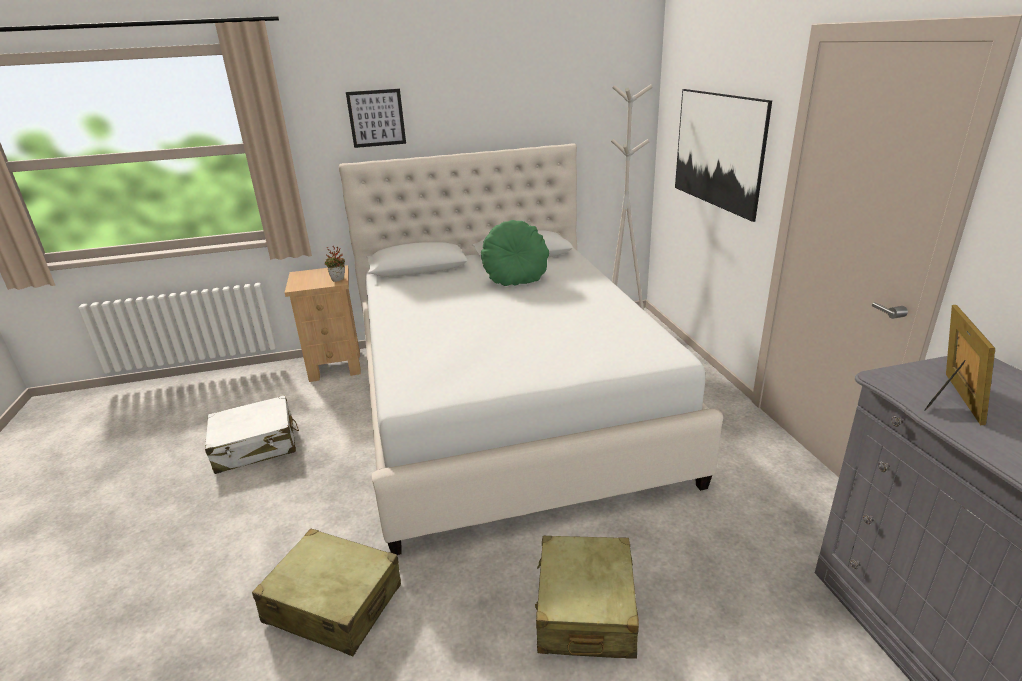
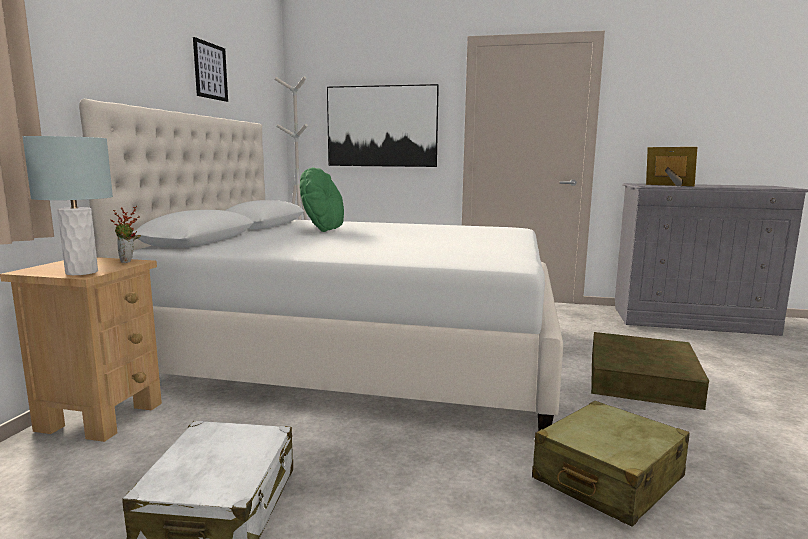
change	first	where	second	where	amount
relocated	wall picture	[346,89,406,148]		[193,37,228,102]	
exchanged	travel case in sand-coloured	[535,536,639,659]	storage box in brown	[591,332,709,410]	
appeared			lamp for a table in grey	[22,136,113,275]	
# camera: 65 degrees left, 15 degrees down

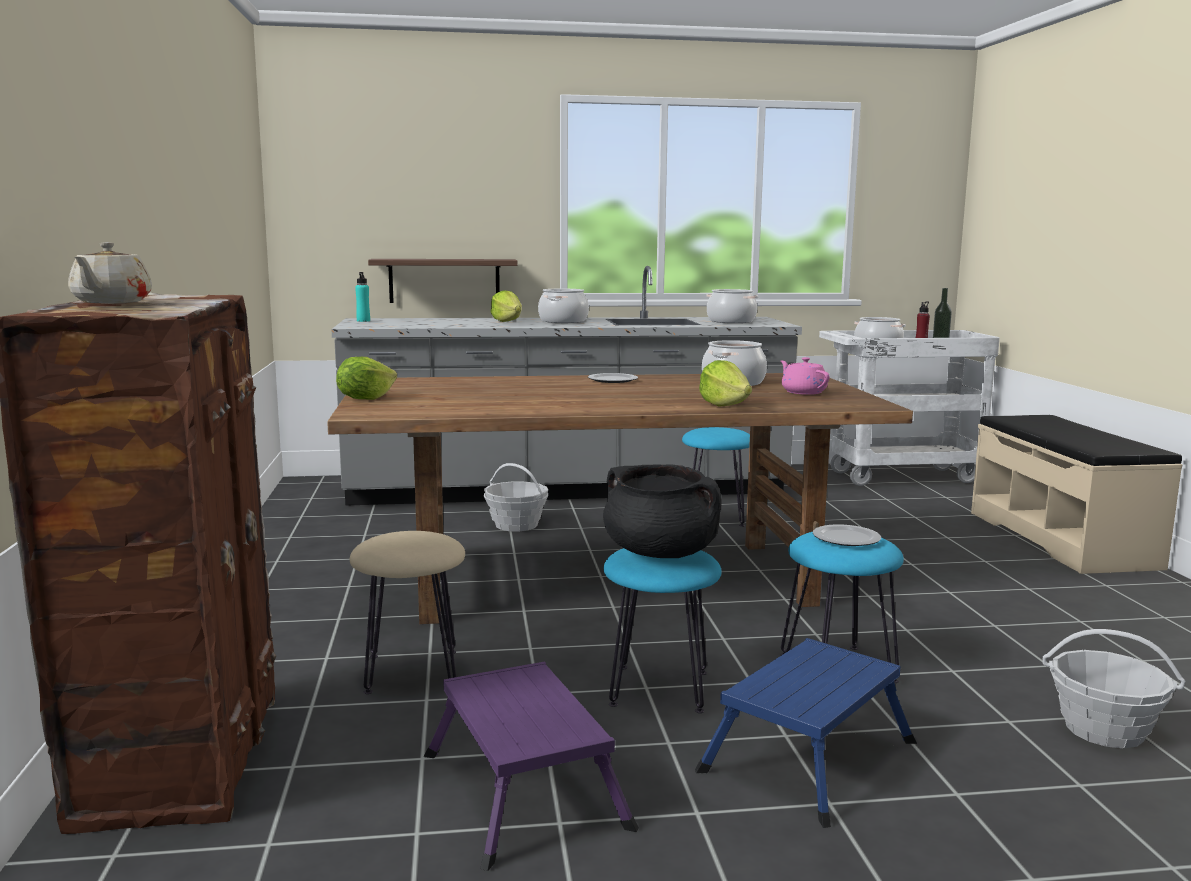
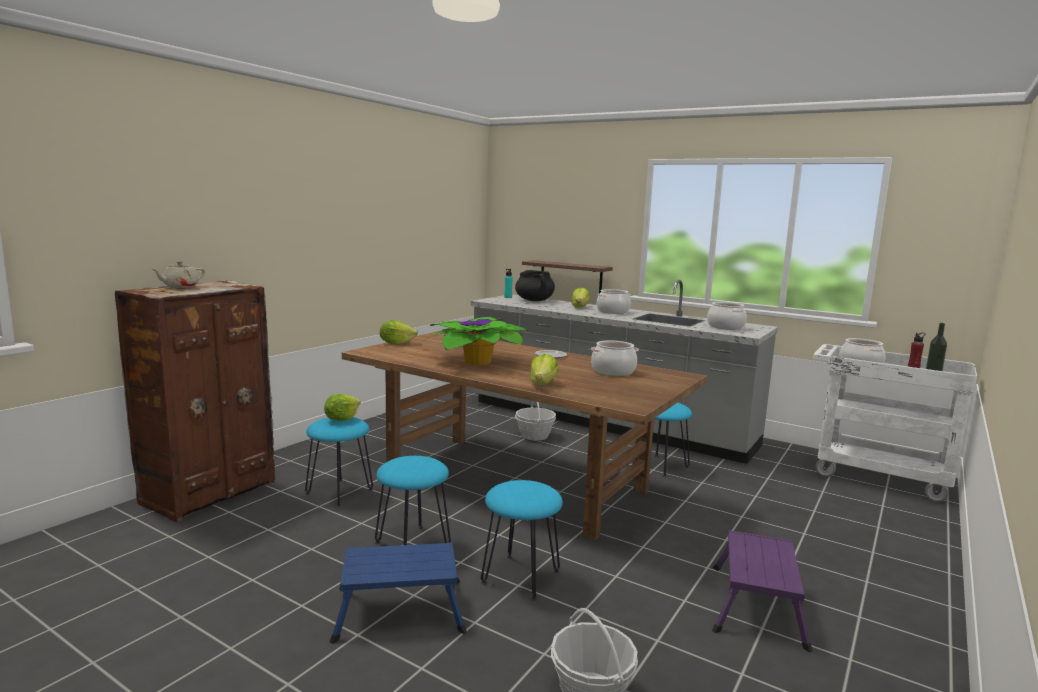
change	first	where	second	where	amount
missing	pot for tea in pink	[781,357,830,395]			
missing	long seat in sand-coloured	[971,415,1182,574]			
relocated	stockpot in black-coloured	[603,464,721,558]		[515,270,555,301]	
missing	flat dish	[813,524,881,546]			
colour	sitting stool in sand-coloured	[350,531,465,694]	sitting stool in turquoise	[305,417,373,506]	
relocated	step stool in purple	[424,662,639,871]		[712,530,813,653]	
appeared			potted plant	[430,317,529,365]	
appeared			lettuce	[324,394,360,421]	
# camera: 40 degrees right, 0 degrees up

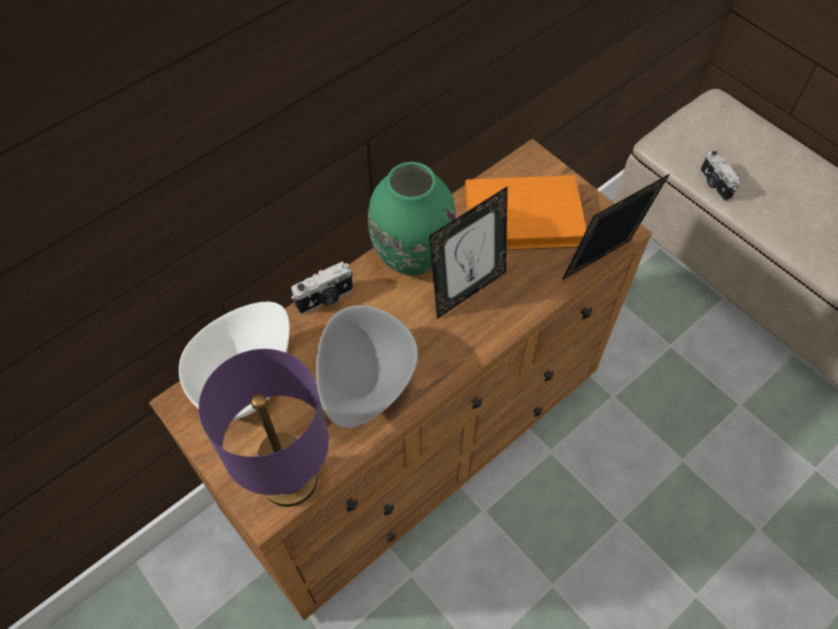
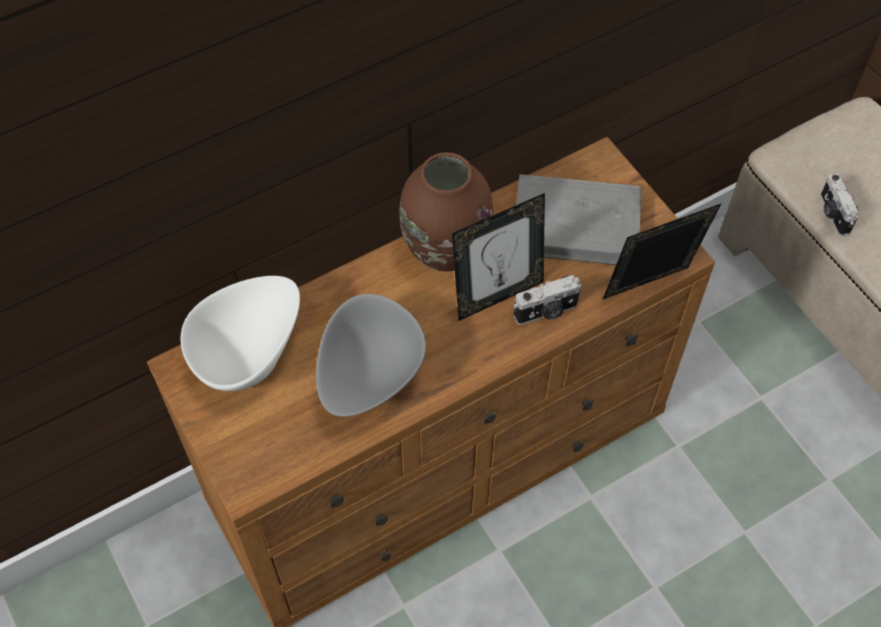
change	first	where	second	where	amount
colour	flower vase in green	[368,162,456,276]	flower vase in brown	[399,152,493,271]	
colour	book in orange	[465,175,586,250]	book in grey	[516,174,642,265]	
relocated	still camera	[291,261,353,314]		[513,275,582,325]	
missing	lamp for a table in purple	[199,349,329,507]			
# camera: 10 degrees right, 0 degrees up

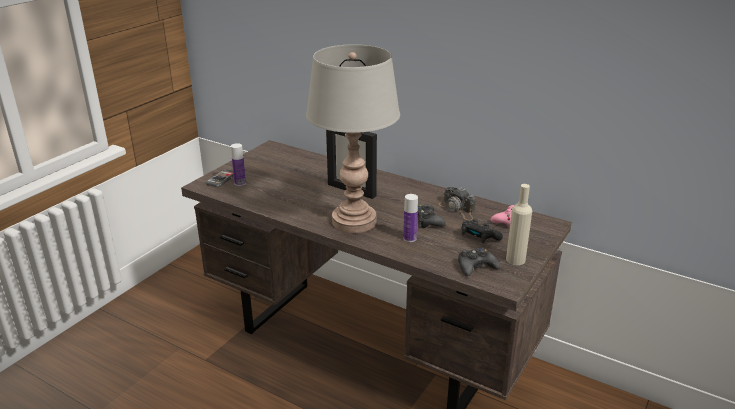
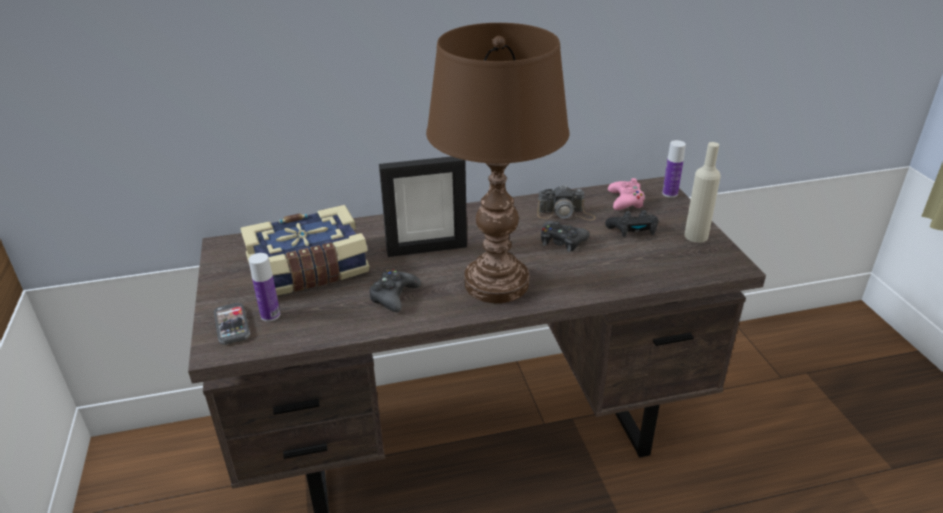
change	first	where	second	where	amount
colour	lamp for a table in grey	[306,45,400,233]	lamp for a table in brown	[426,23,569,303]	
relocated	beverage bottle	[403,194,418,242]		[662,140,686,198]	
relocated	joypad in black-coloured	[458,247,500,276]		[369,270,421,312]	
appeared			book	[240,205,370,295]	
# camera: 45 degrees left, 5 degrees up

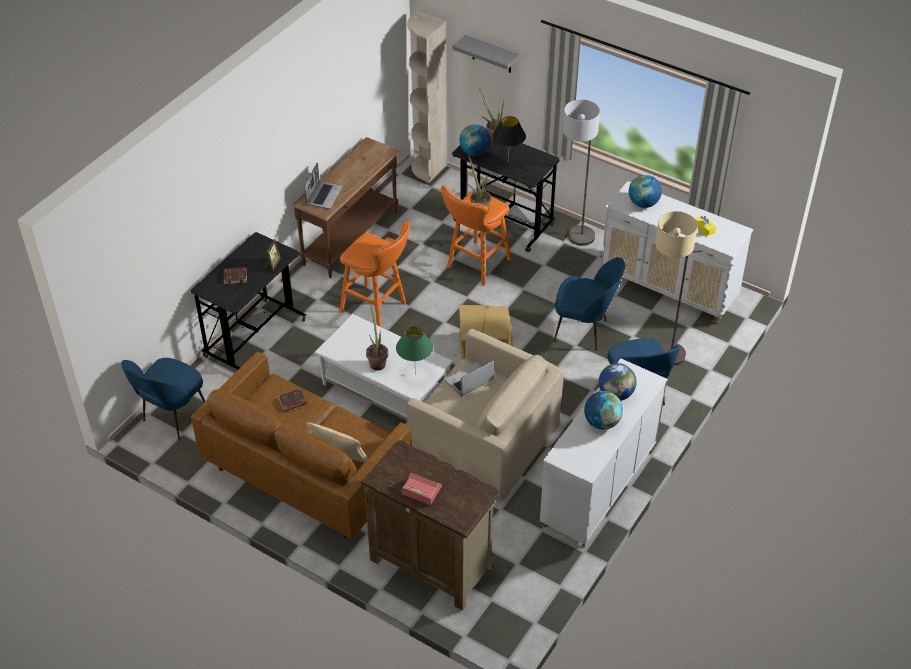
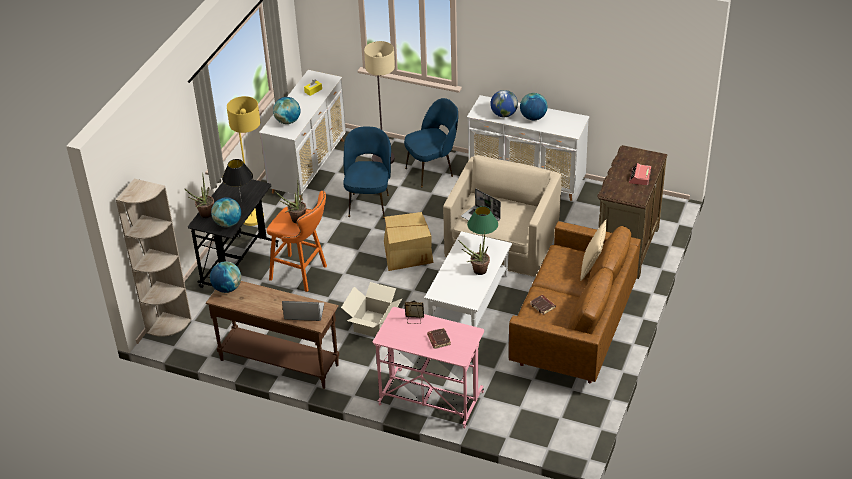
change	first	where	second	where	amount
missing	shelf in grey	[452,35,520,73]			
colour	standing lamp in grey	[563,100,601,246]	standing lamp in yellow-coloured	[227,96,264,226]	
exchanged	sitting stool in orange	[339,221,410,327]	packing box	[341,282,402,337]	
colour	desk in black-coloured	[191,232,306,370]	desk in pink	[373,307,484,428]	
missing	plain chair in blue-coloured	[121,358,205,439]			
appeared			world globe	[210,261,241,293]	
# camera: 100 degrees left, 5 degrees down

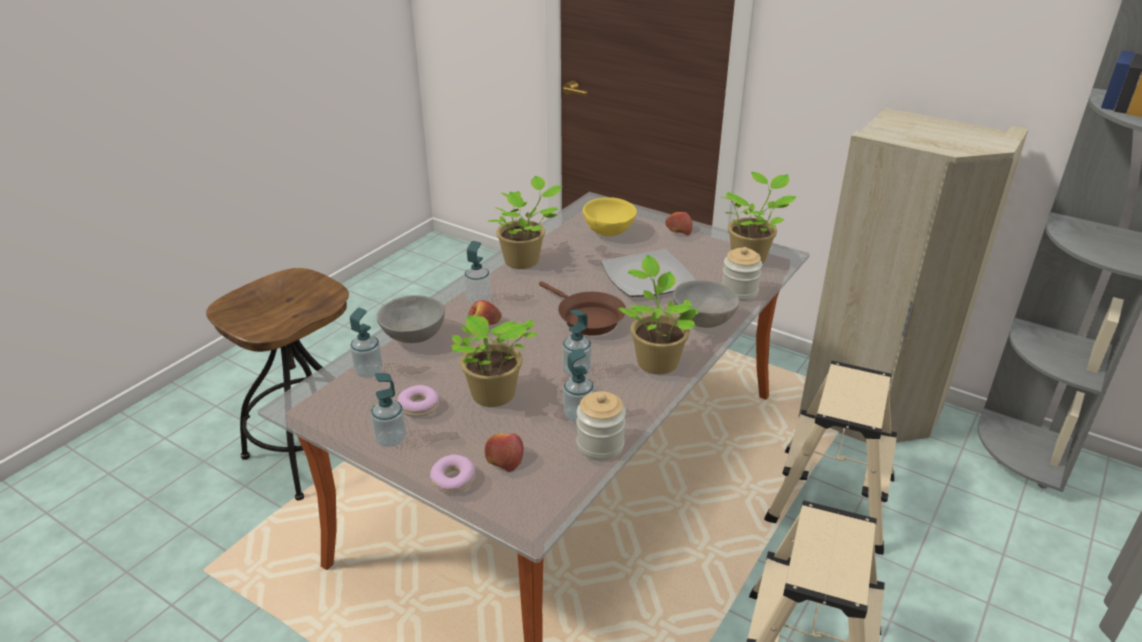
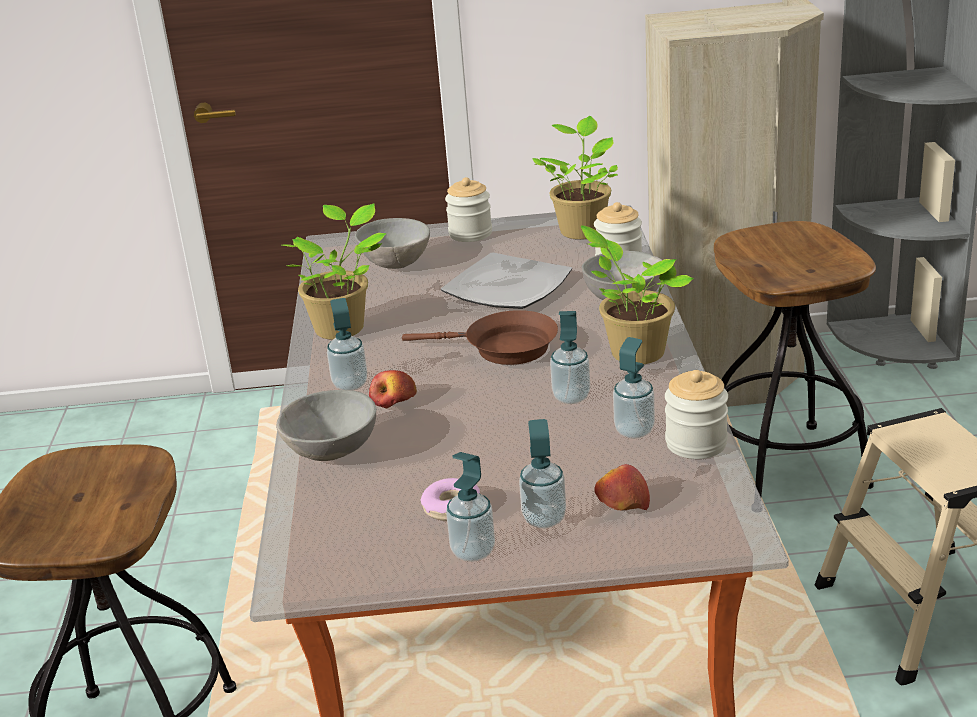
change	first	where	second	where	amount
colour	deep dish in yellow-coloured	[583,197,637,236]	deep dish in grey	[355,218,430,269]	
exchanged	whole apple	[665,212,692,236]	storage jar	[445,177,492,242]	
relocated	soap bottle	[350,308,383,378]		[519,419,566,528]	
missing	potted plant	[451,315,538,407]			
exchanged	step stool in sand-coloured	[764,360,898,555]	sitting stool in brown	[714,221,876,497]	
missing	doughnut	[430,455,475,493]			
# camera: 35 degrees left, 5 degrees down

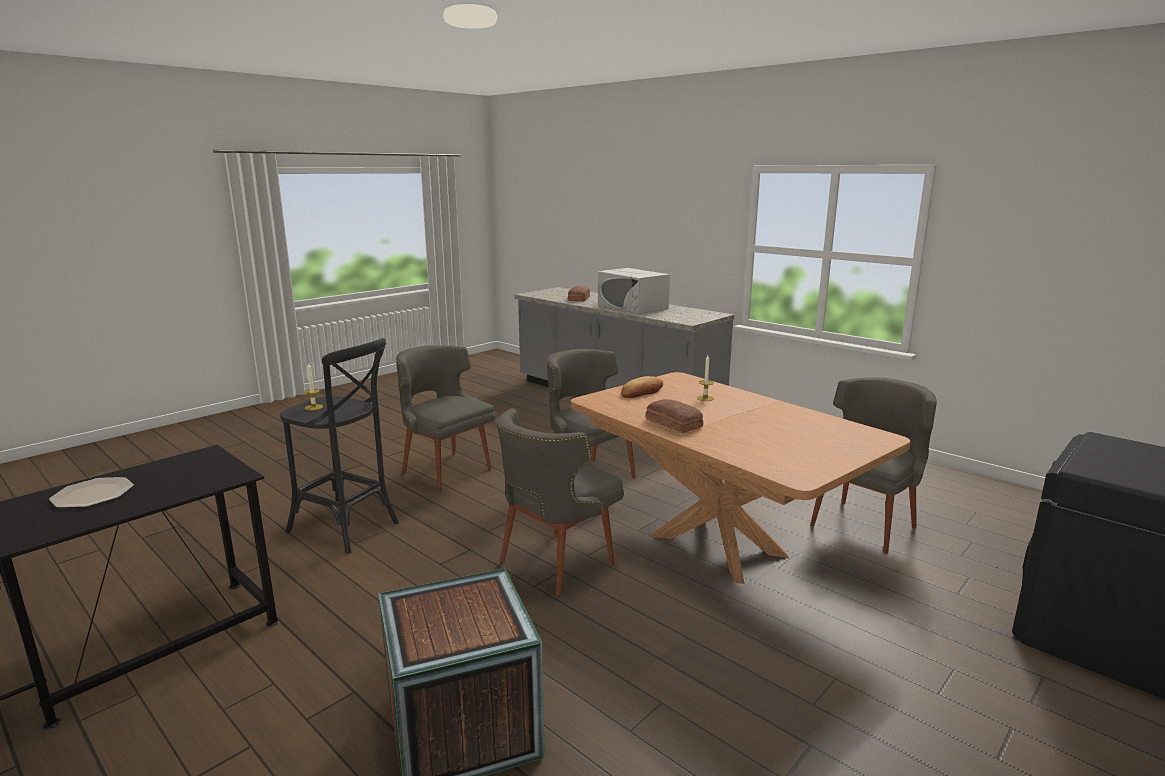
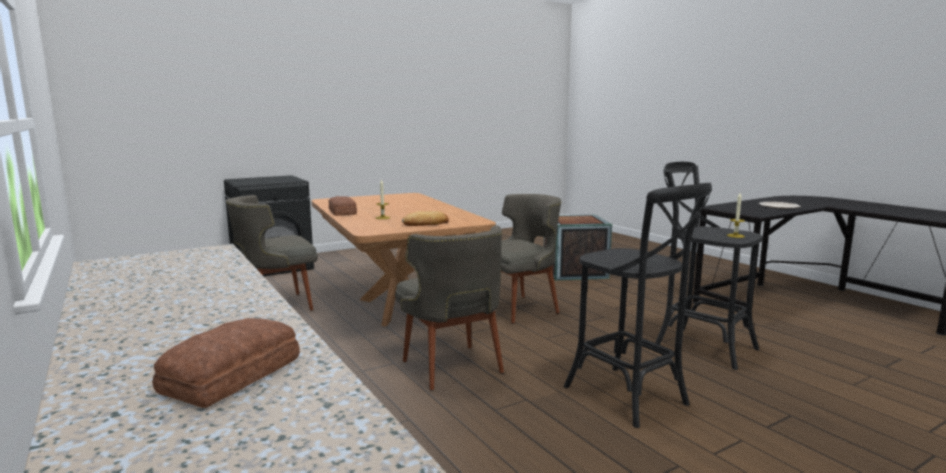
change	first	where	second	where	amount
missing	microwave in white-coloured	[598,268,670,314]			
exchanged	plain chair in grey	[396,345,496,490]	sitting stool in black-coloured	[563,183,712,428]	
relocated	bakery bread	[645,399,703,433]		[328,196,357,216]	
# camera: 165 degrees left, 5 degrees down

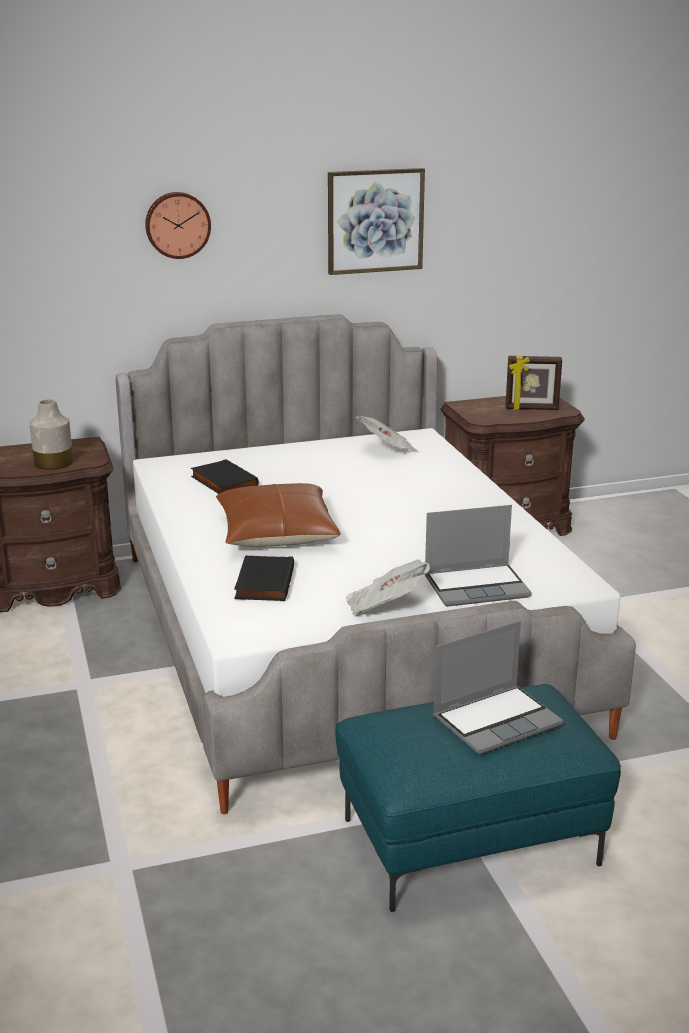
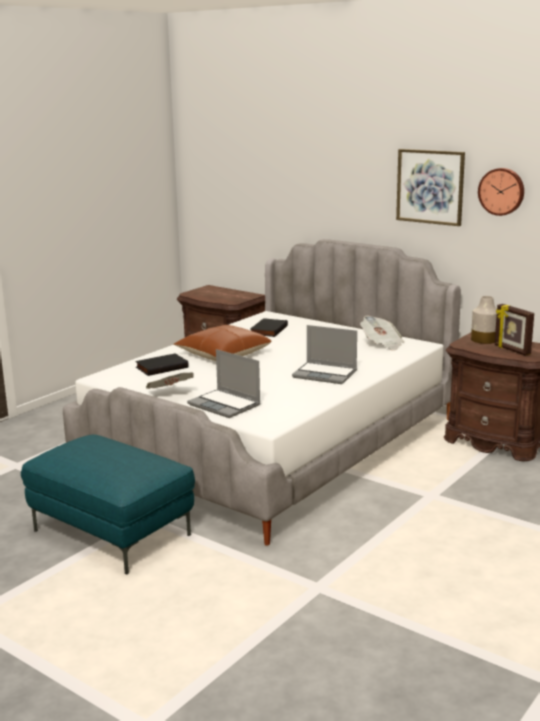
change	first	where	second	where	amount
relocated	hanging clock	[145,192,211,259]		[478,168,524,216]	
relocated	flower vase in sand-coloured	[30,399,73,470]		[471,296,497,344]	
relocated	portable computer	[433,621,563,755]		[292,325,357,384]	
# camera: 55 degrees right, 5 degrees down

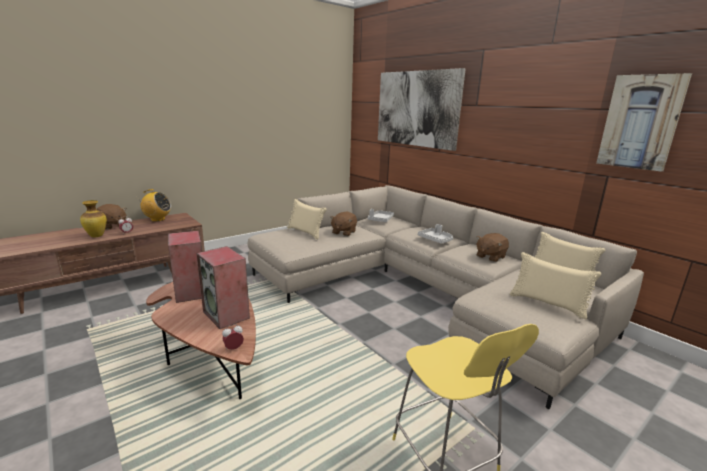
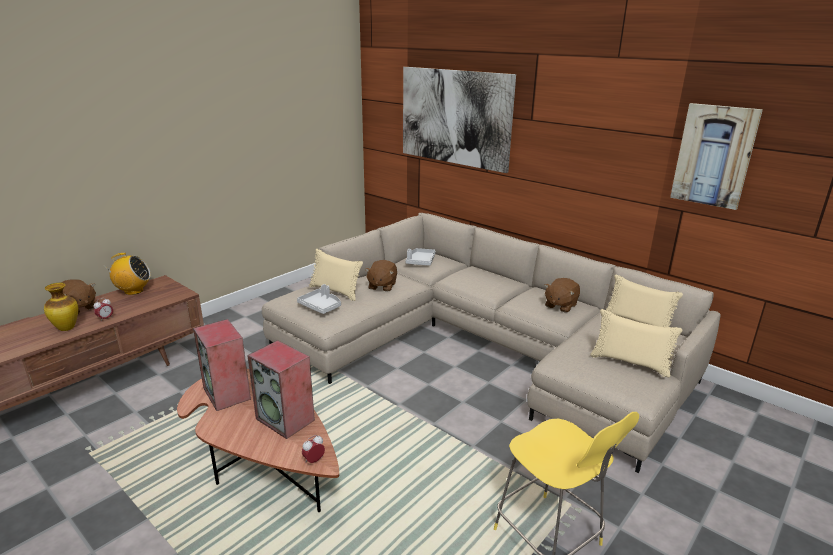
change	first	where	second	where	amount
relocated	carrying tray in grey	[418,224,453,244]		[297,284,341,314]	
# camera: 10 degrees left, 5 degrees up

